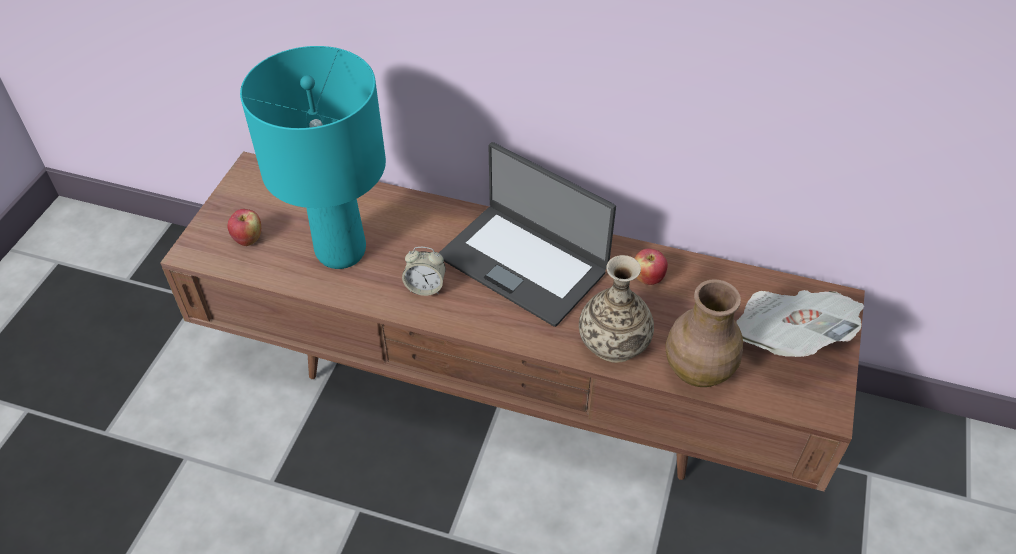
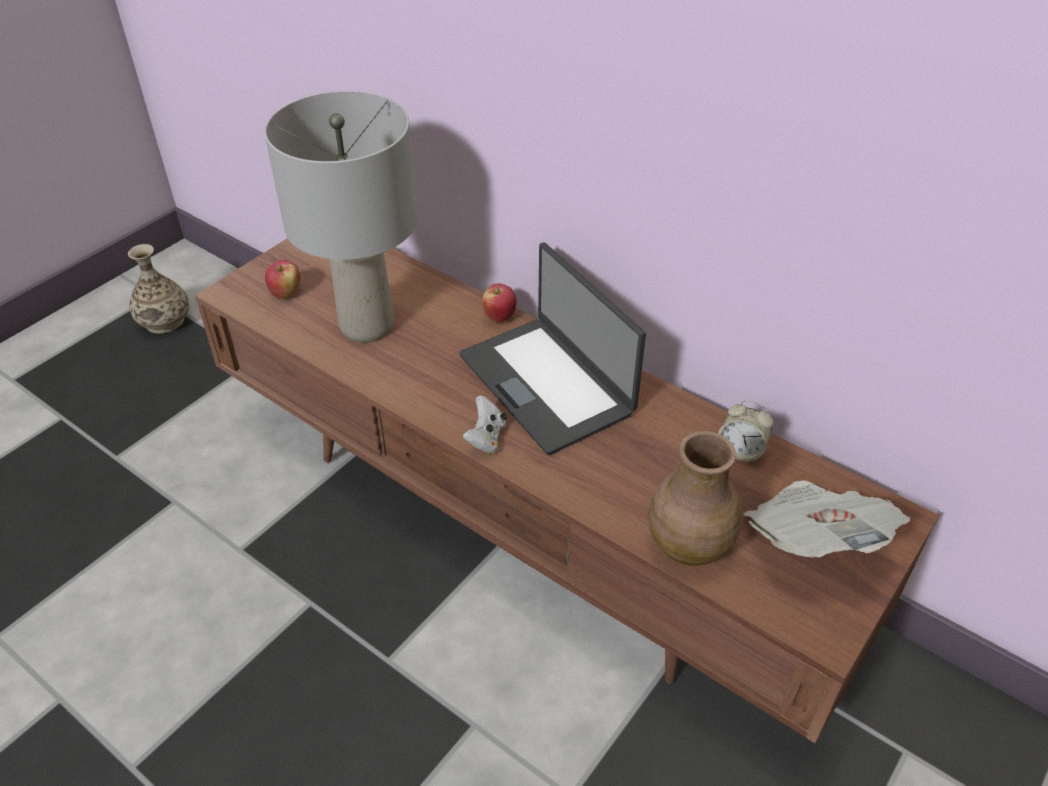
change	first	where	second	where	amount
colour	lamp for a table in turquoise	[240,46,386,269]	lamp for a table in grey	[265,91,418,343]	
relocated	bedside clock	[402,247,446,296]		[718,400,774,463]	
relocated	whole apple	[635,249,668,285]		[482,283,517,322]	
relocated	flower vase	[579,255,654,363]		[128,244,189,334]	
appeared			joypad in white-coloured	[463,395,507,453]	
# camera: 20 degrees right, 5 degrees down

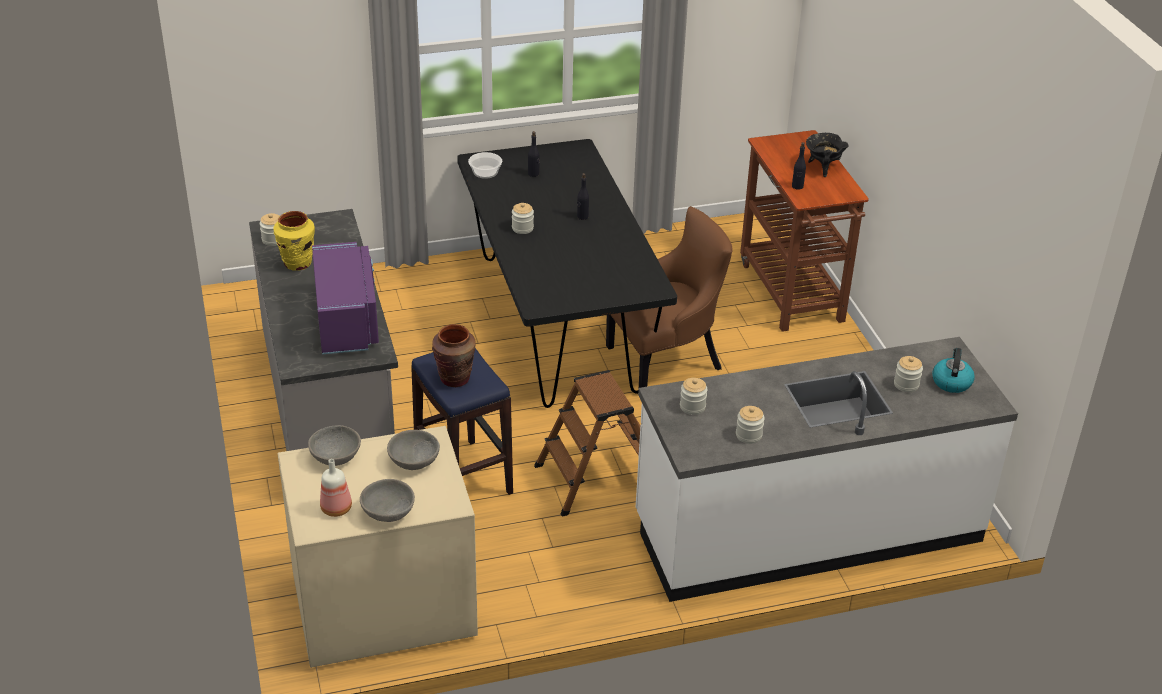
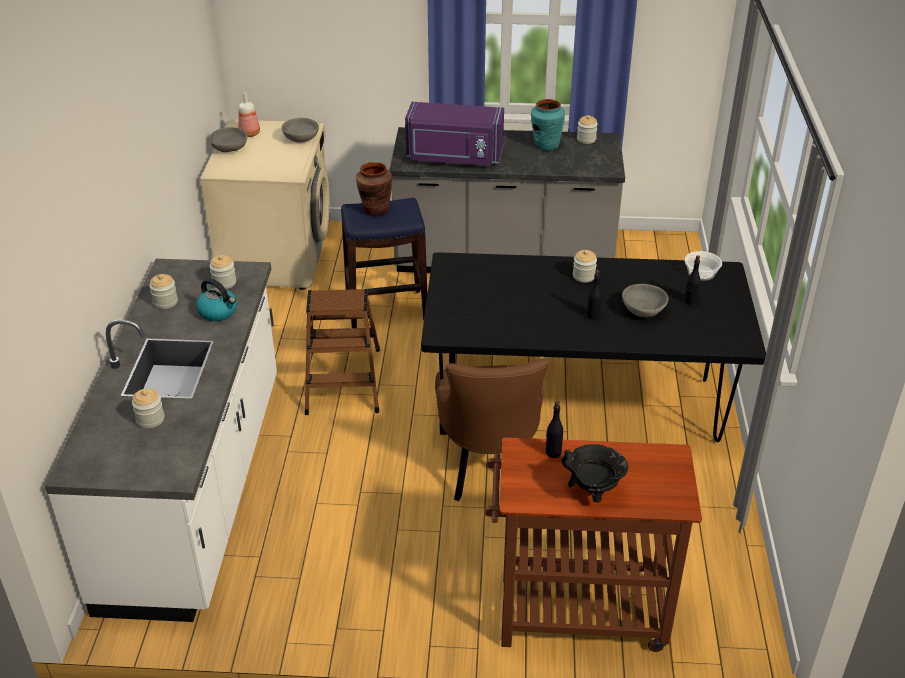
change	first	where	second	where	amount
colour	flower vase in yellow-coloured	[273,211,315,271]	flower vase in turquoise	[531,99,565,151]	
relocated	tea kettle	[932,348,975,393]		[196,278,237,321]	
relocated	deep dish in grey	[387,430,440,470]		[622,284,668,317]	
# camera: 110 degrees right, 0 degrees up

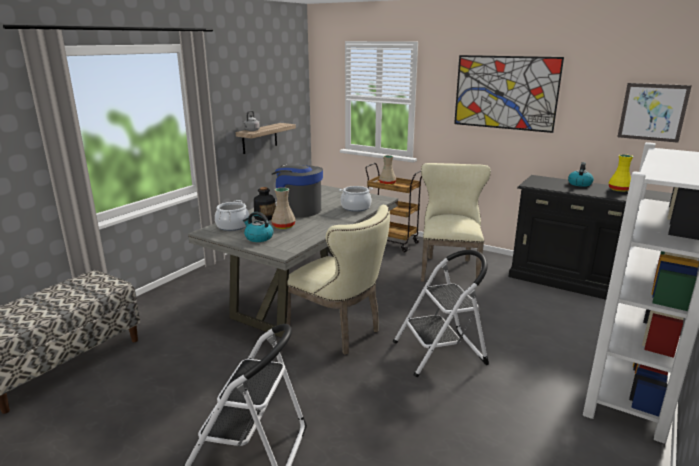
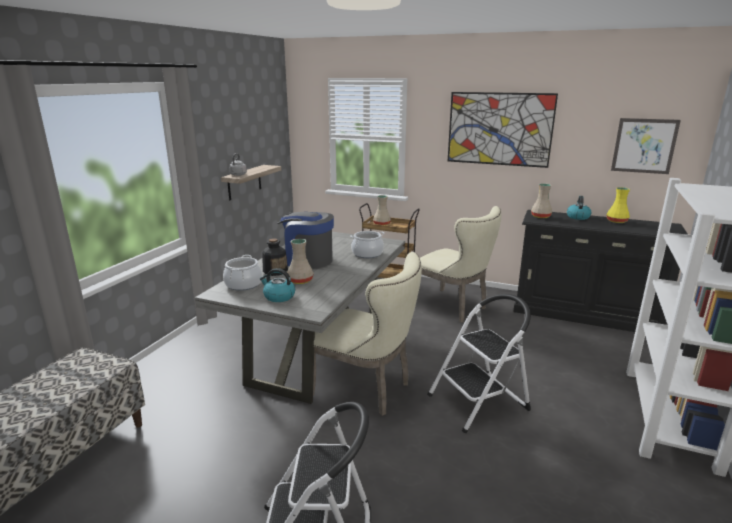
change	first	where	second	where	amount
spun	plain chair in sand-coloured	[421,163,491,285]		[420,206,501,323]	135 degrees clockwise
appeared			flower vase in sand-coloured	[531,183,552,218]	
# camera: 10 degrees left, 0 degrees up

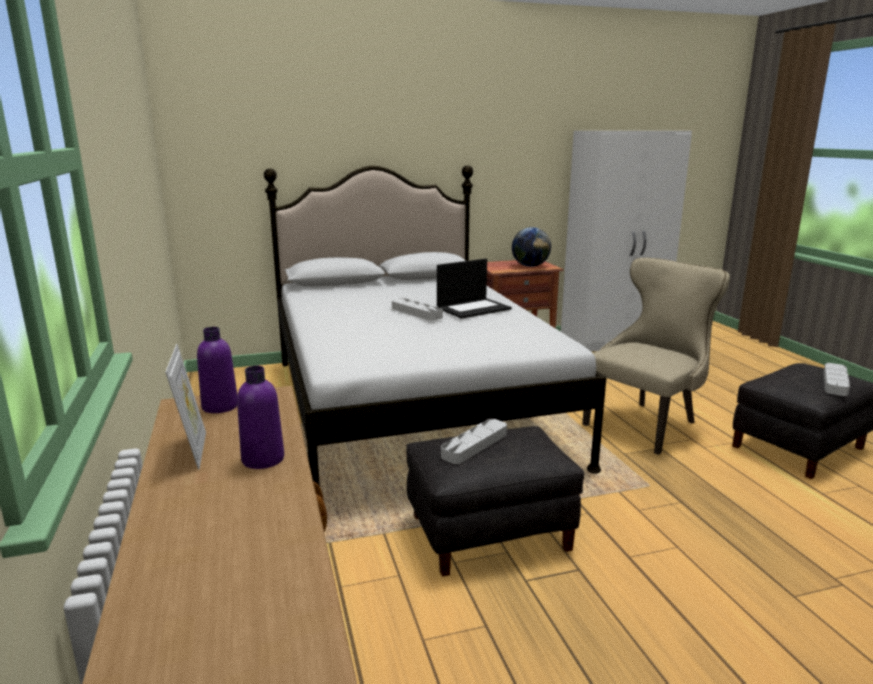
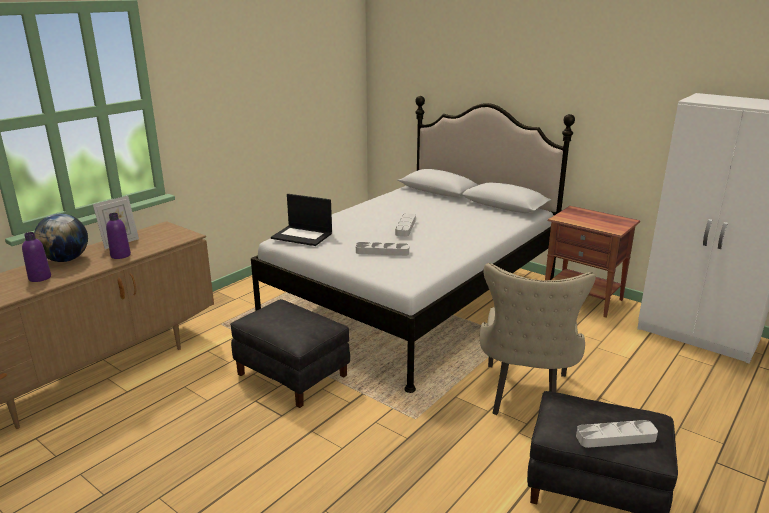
change	first	where	second	where	amount
relocated	world globe	[512,227,551,267]		[34,214,88,262]	
spun	plain chair in sand-coloured	[582,257,730,455]		[480,263,596,415]	90 degrees clockwise
relocated	portable computer	[437,259,512,319]		[271,194,332,246]	
relocated	beverage bottle in purple	[197,327,238,413]		[22,232,51,282]	
relocated	carrying tray in grey	[441,419,507,464]		[356,242,409,256]	
# camera: 55 degrees right, 5 degrees up

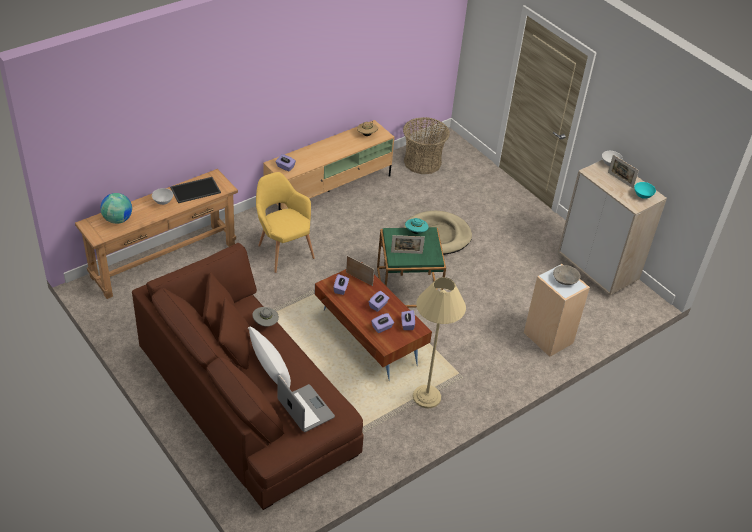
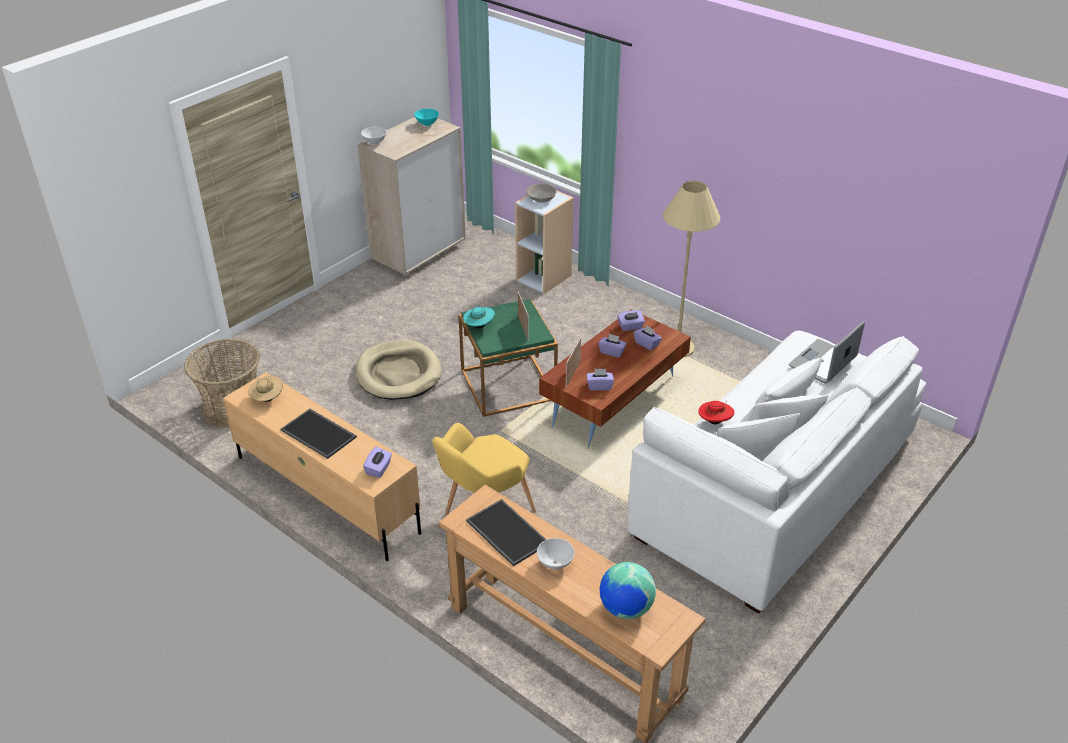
change	first	where	second	where	amount
missing	standing frame	[608,155,639,188]			
colour	couch in brown	[132,243,363,510]	couch in white-coloured	[628,330,926,613]	
colour	wearable hat in grey	[253,307,279,327]	wearable hat in reddish	[698,401,735,424]	
appeared			carrying tray	[281,409,357,459]	
# camera: 100 degrees left, 5 degrees down

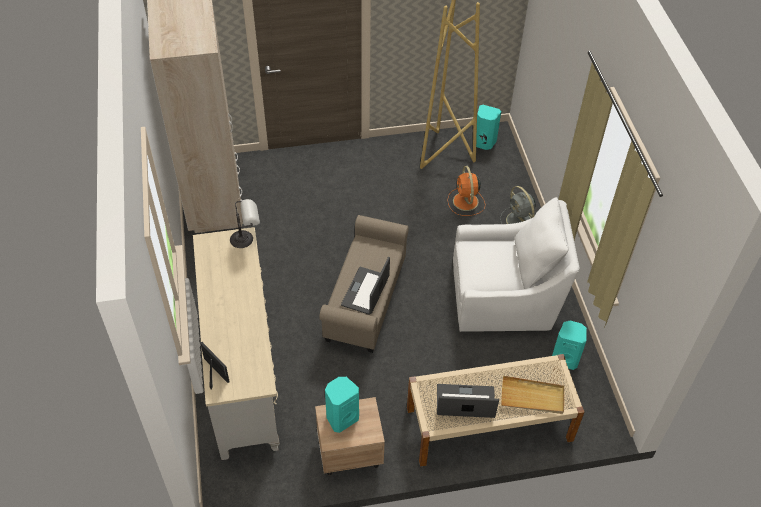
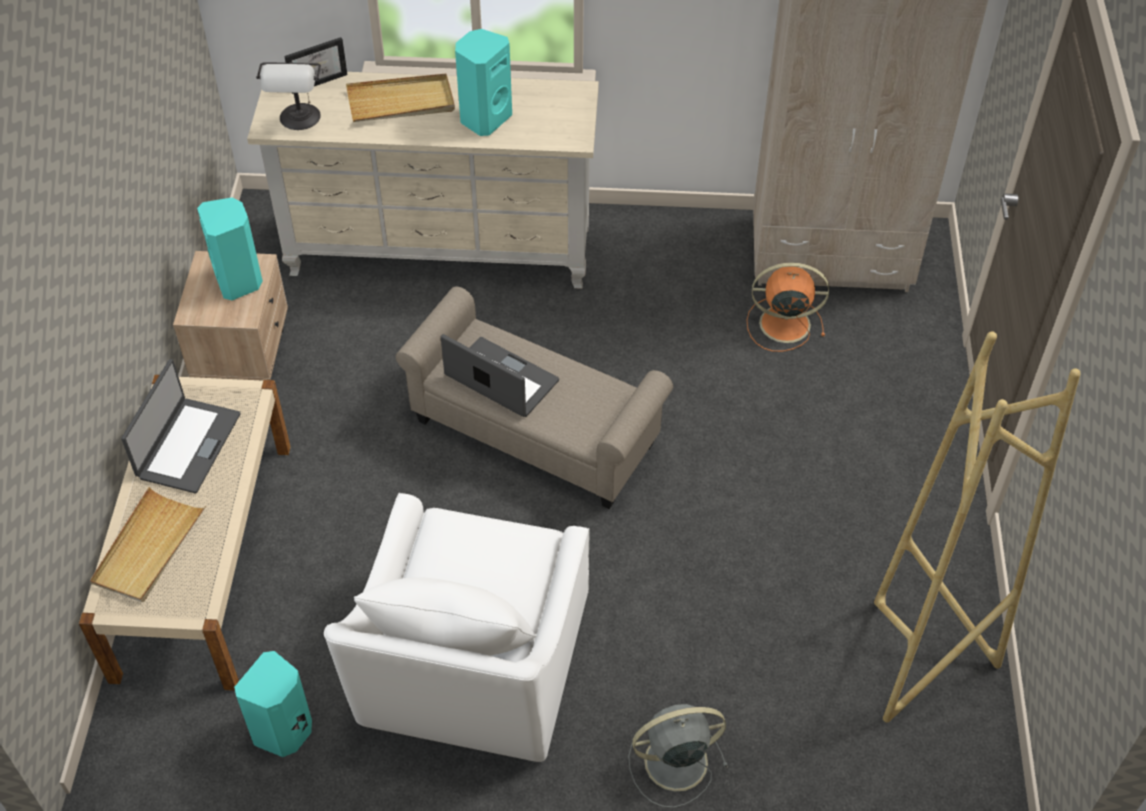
change	first	where	second	where	amount
relocated	audio speaker in turquoise	[476,105,501,150]		[455,29,512,136]	
relocated	cooling fan in orange	[448,166,485,216]		[747,262,829,352]	
relocated	lamp for a table	[230,199,260,248]		[256,62,321,130]	
appeared			carrying tray in sand-coloured	[346,74,455,122]	
# camera: 105 degrees right, 0 degrees up

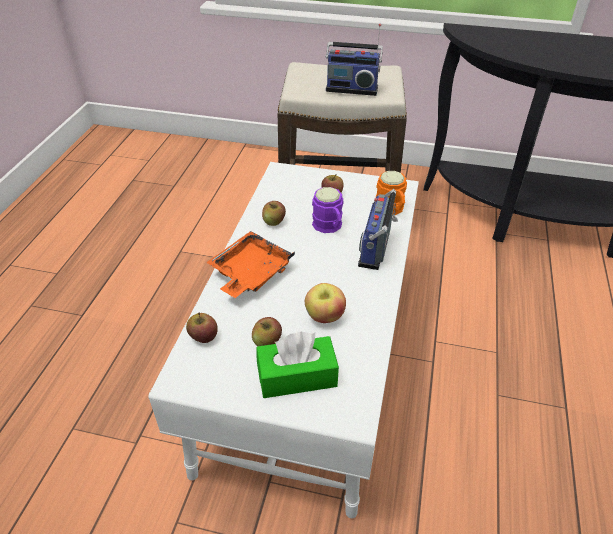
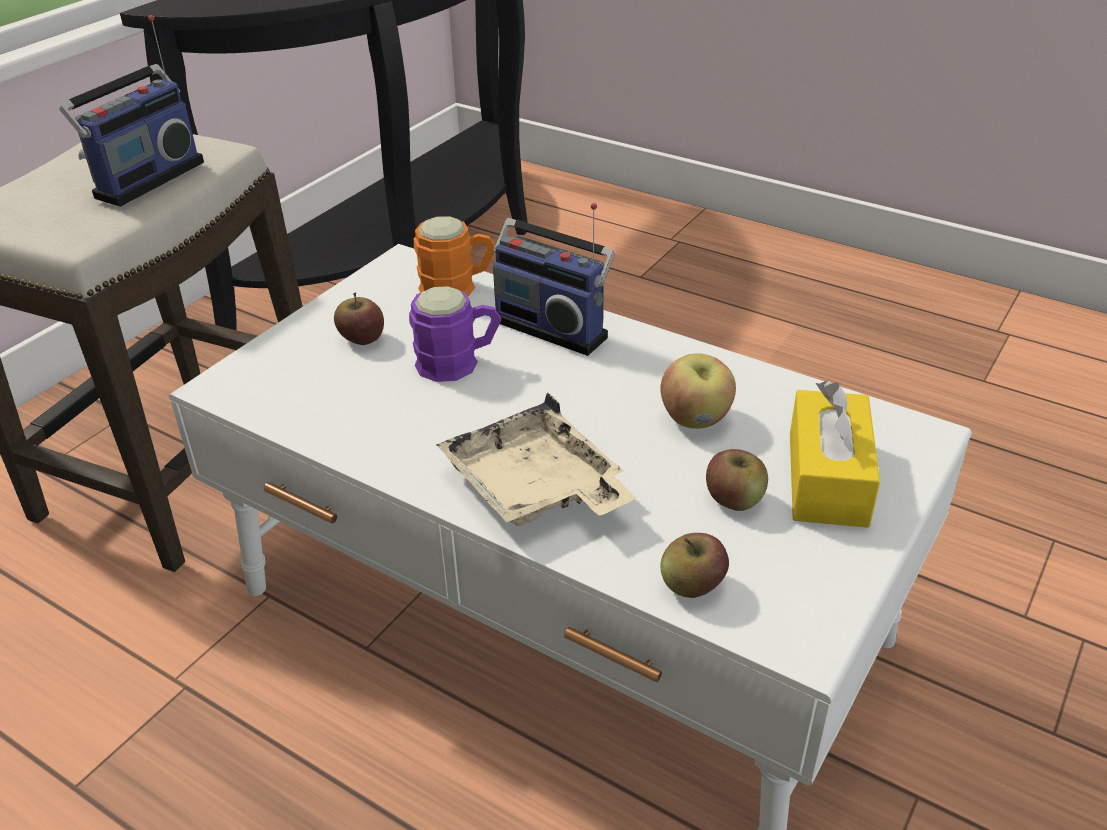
change	first	where	second	where	amount
missing	whole apple	[262,201,286,226]			
colour	carrying tray in orange	[206,231,295,298]	carrying tray in sand-coloured	[436,392,636,526]	
colour	tissue box in green	[256,332,339,398]	tissue box in yellow-coloured	[790,381,880,528]	
# camera: 70 degrees left, 5 degrees down

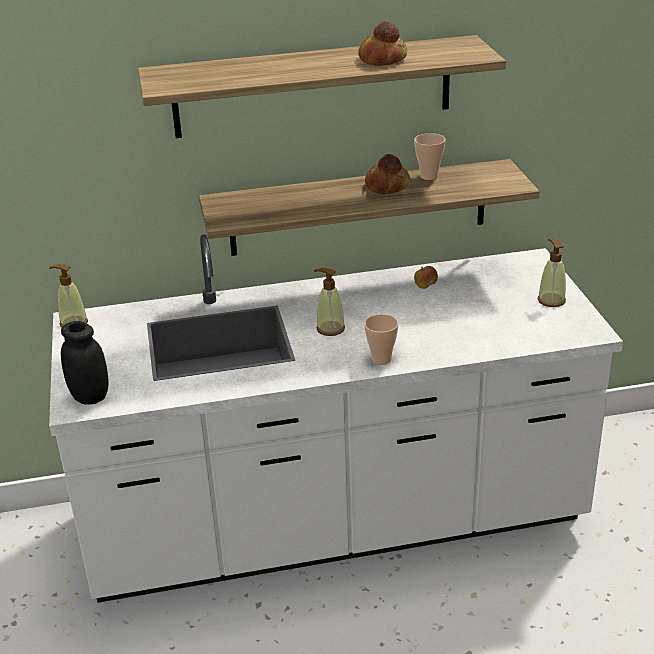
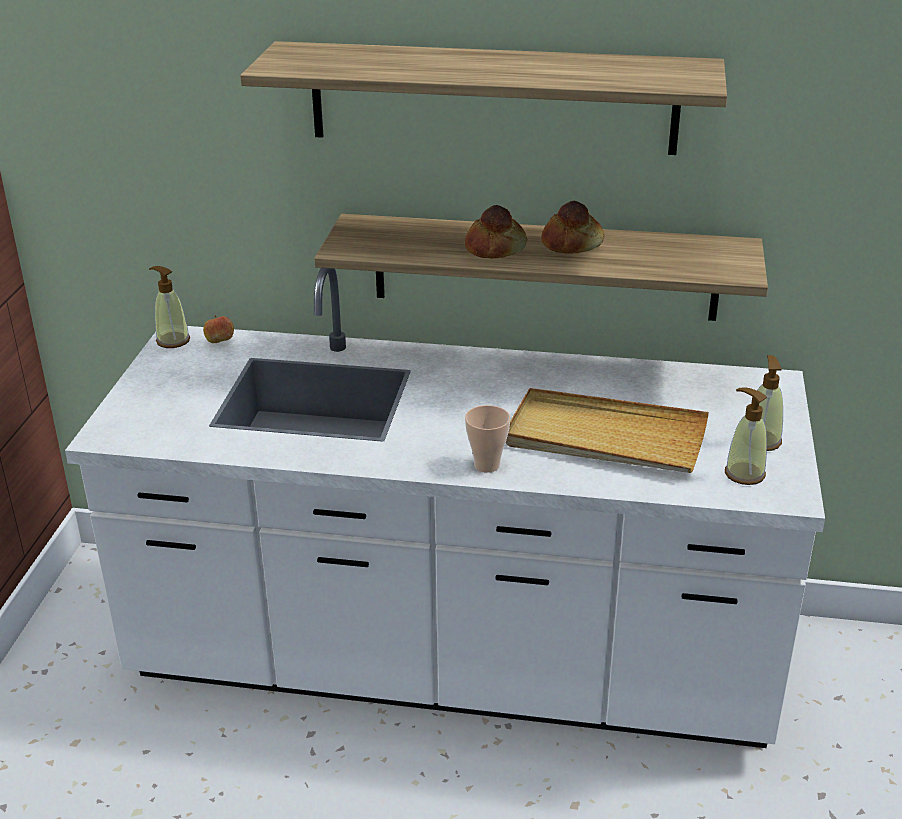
change	first	where	second	where	amount
relocated	bakery bread	[358,21,407,66]		[465,205,527,258]	
missing	cup	[414,133,446,180]			
relocated	whole apple	[414,266,438,289]		[203,315,234,343]	
relocated	soap bottle	[314,268,345,336]		[725,387,767,485]	
missing	storage jar in black-coloured	[61,321,109,404]			
appeared			carrying tray in sand-coloured	[506,388,709,473]	
# camera: 20 degrees right, 0 degrees up

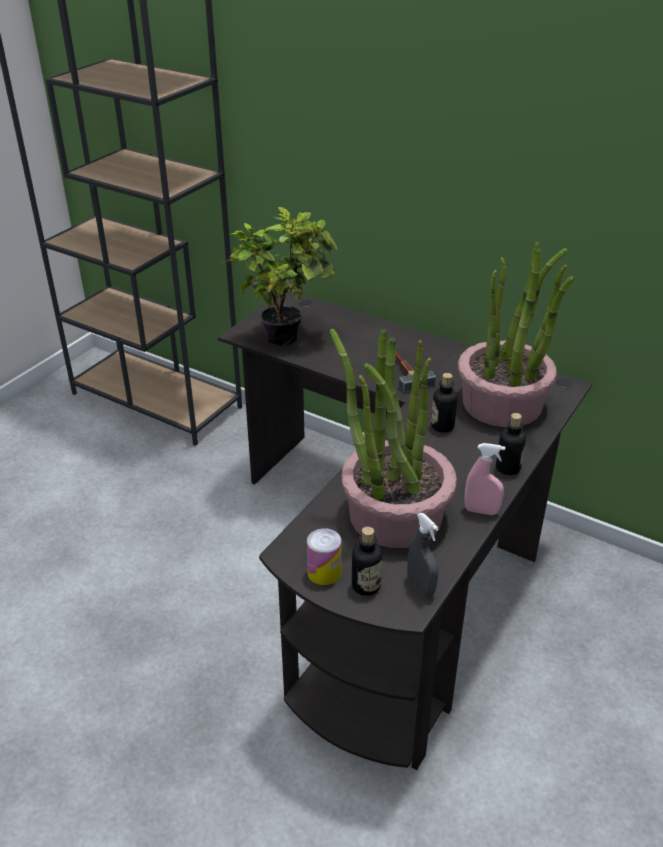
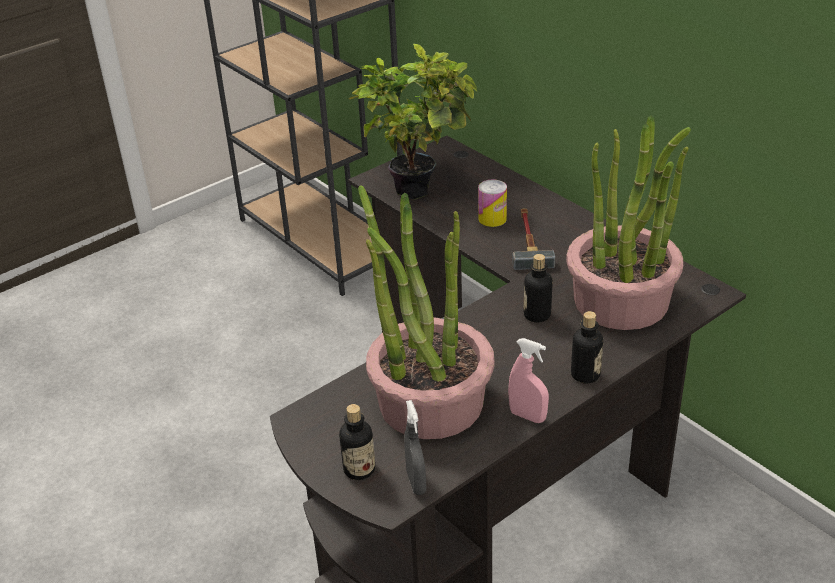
change	first	where	second	where	amount
relocated	sealed can	[307,528,341,585]		[478,180,507,227]	
# camera: 20 degrees right, 0 degrees up

